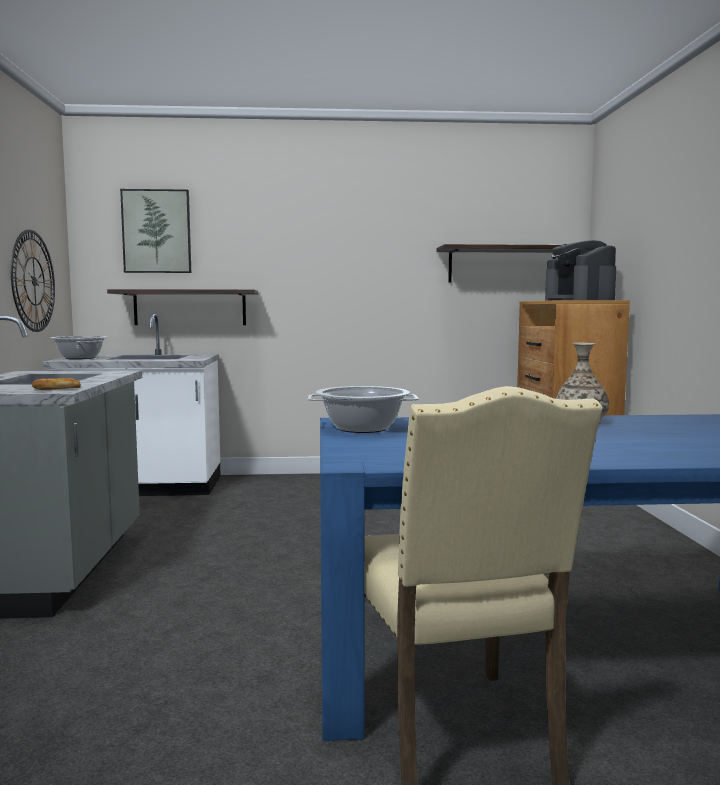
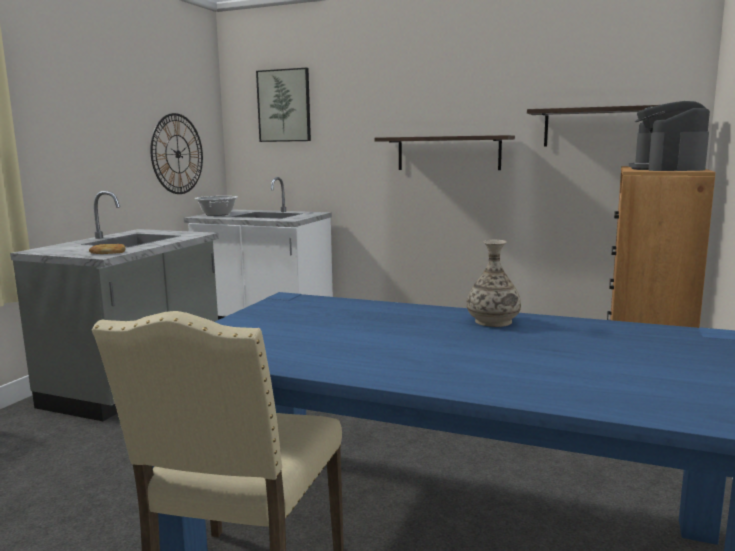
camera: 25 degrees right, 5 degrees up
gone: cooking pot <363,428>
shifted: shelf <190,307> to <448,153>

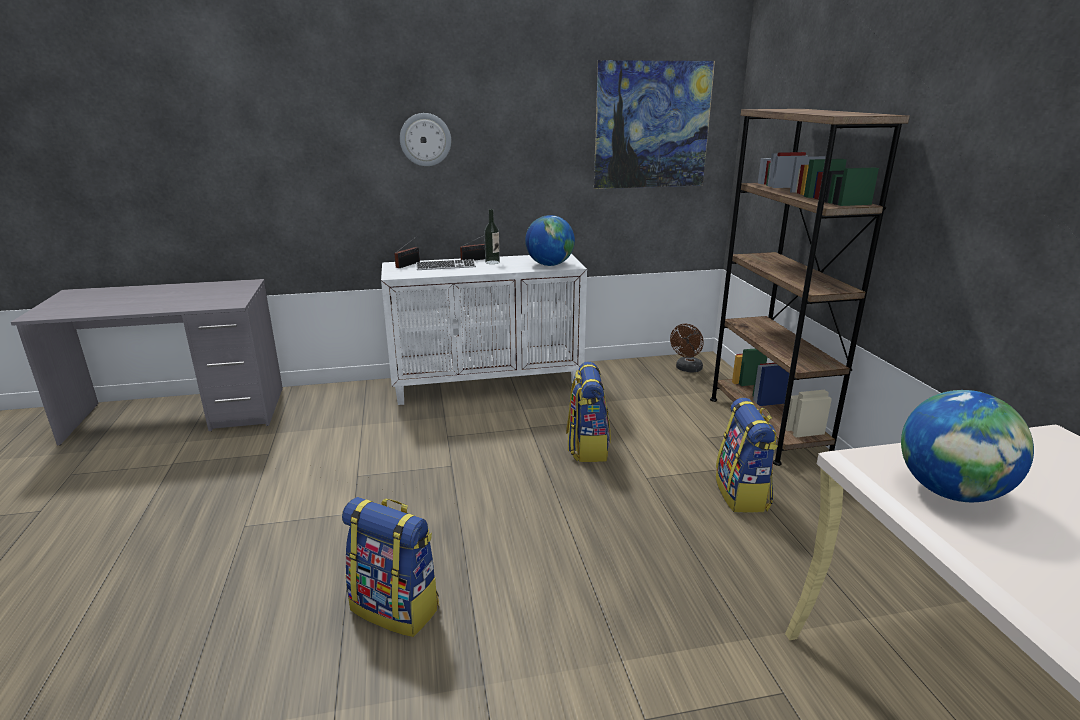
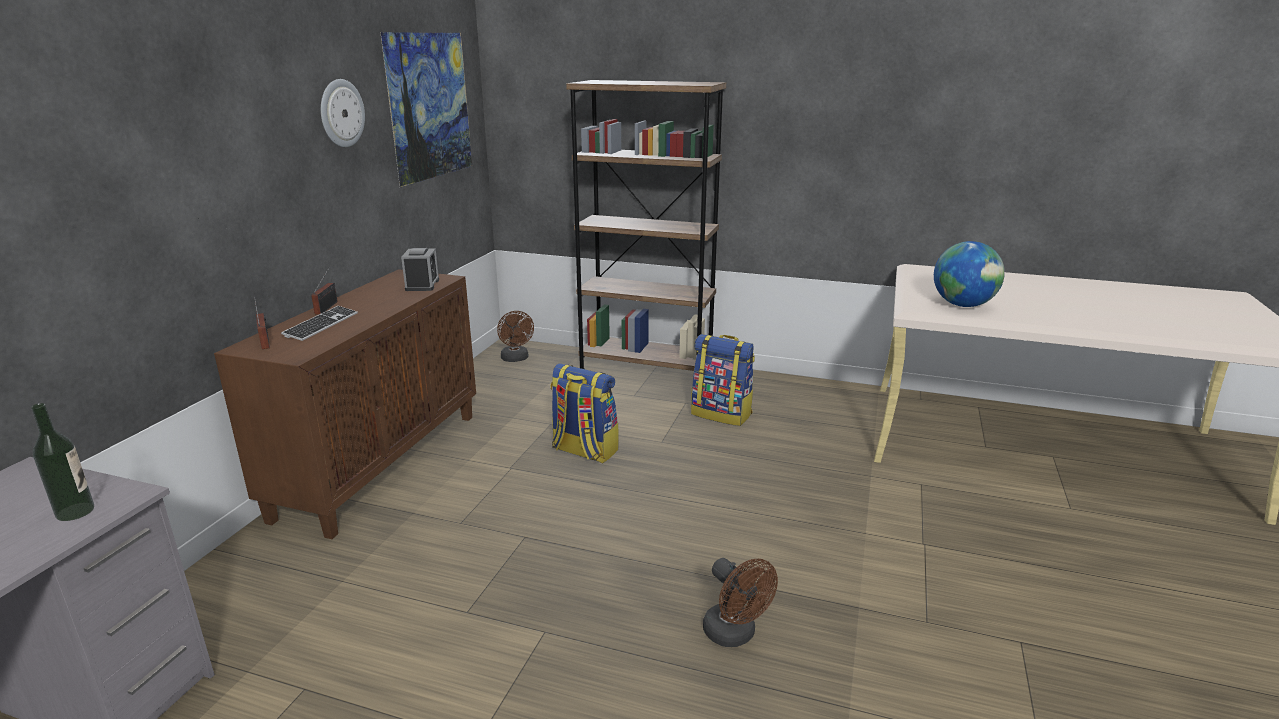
camera: 60 degrees left, 0 degrees up
shifted: wall clock <425,139> to <341,113>; bottle <492,262> to <75,511>
swapped: backpack <397,608> to brown fan <735,635>; globe <549,265> to alarm clock <422,285>
repainted: white cabinet <488,384> to brown cabinet <380,463>

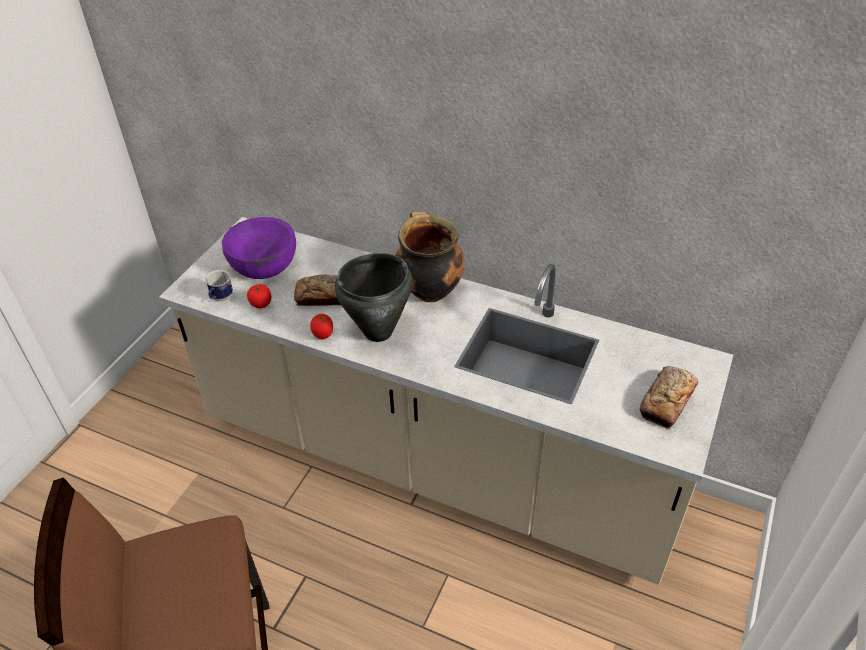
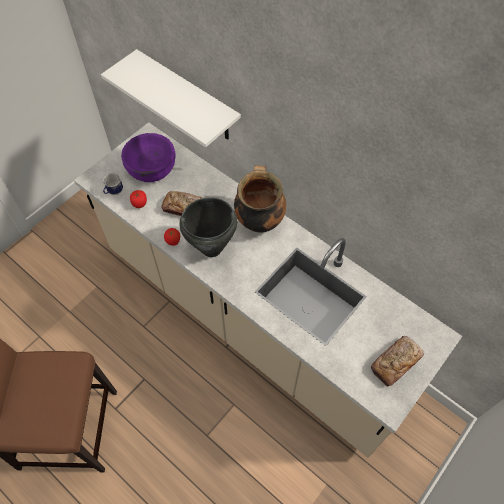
camera: 15 degrees right, 15 degrees up
new: white shelf <188,97>

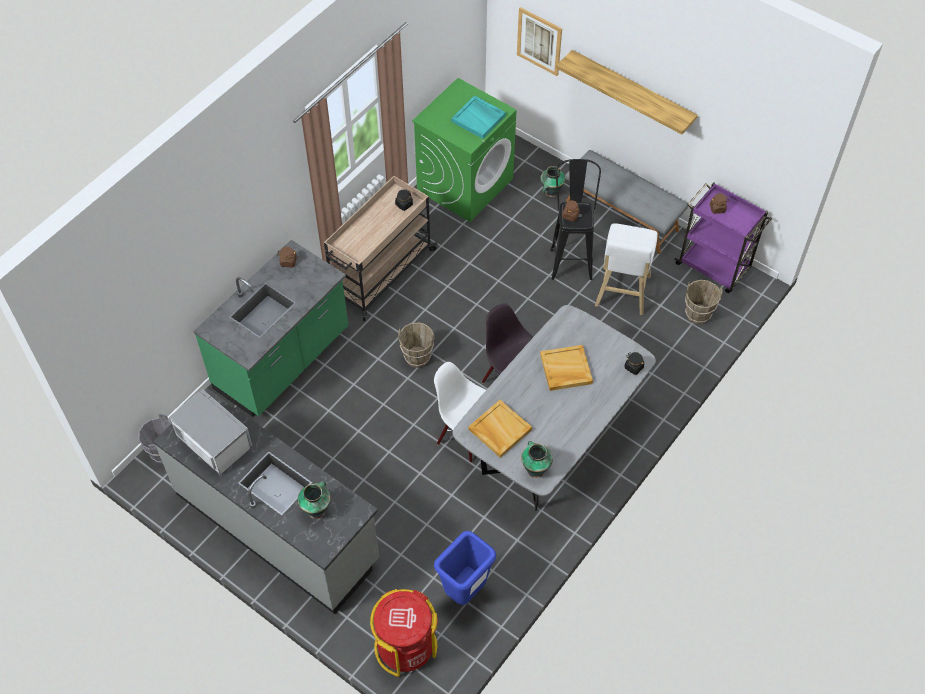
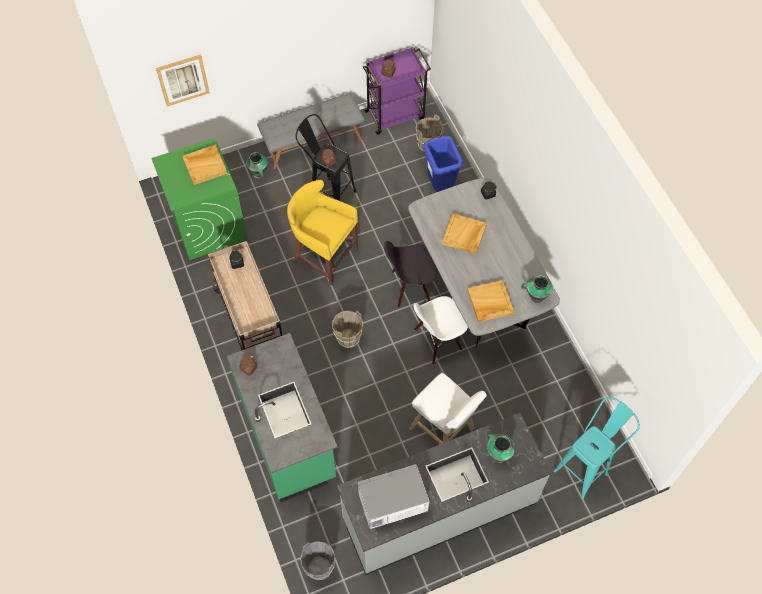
camera: 60 degrees left, 5 degrees up
gone: shelf <632,91>
new: yellow stool <323,255>
shifted: blue trash can <464,591> to <440,186>; white stool <622,293> to <444,430>
swapped: red trash can <405,646> to turquoise stool <585,467>
repainted: turquoise tray <479,118> to beige tray <205,165>

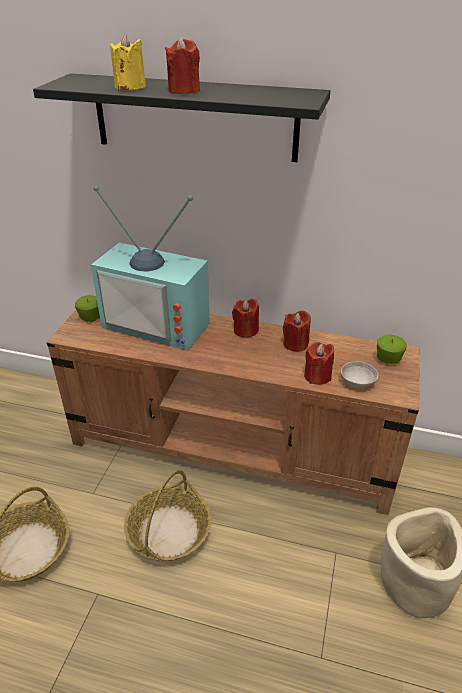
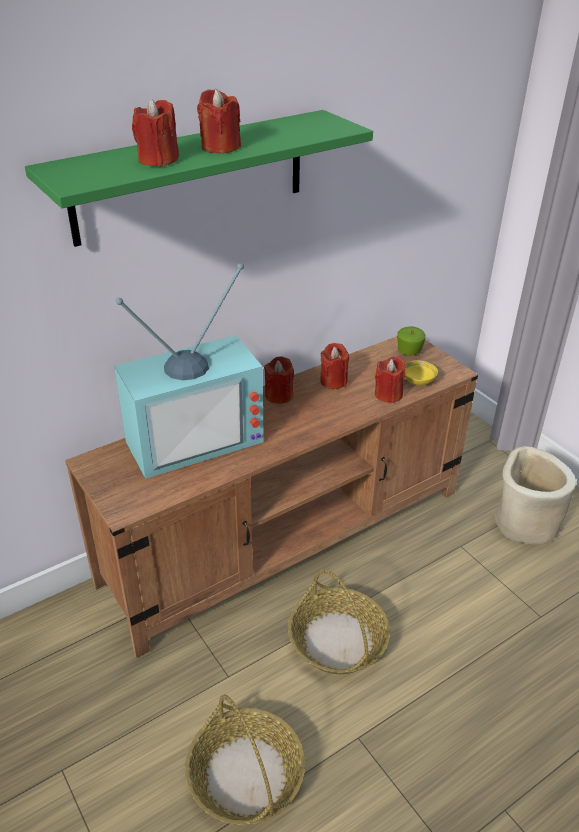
camera: 50 degrees left, 0 degrees up
gone: apple <91,317>
repainted: black shelf <194,118> to green shelf <191,177>; yellow candle <130,87> to red candle <158,160>; grey bowl <357,382> to yellow bowl <418,381>

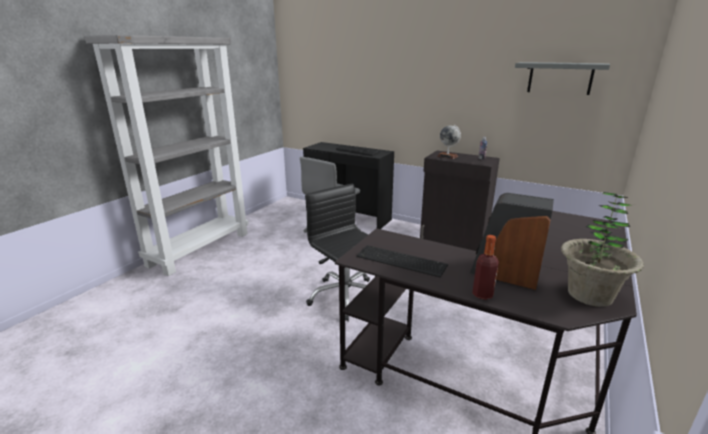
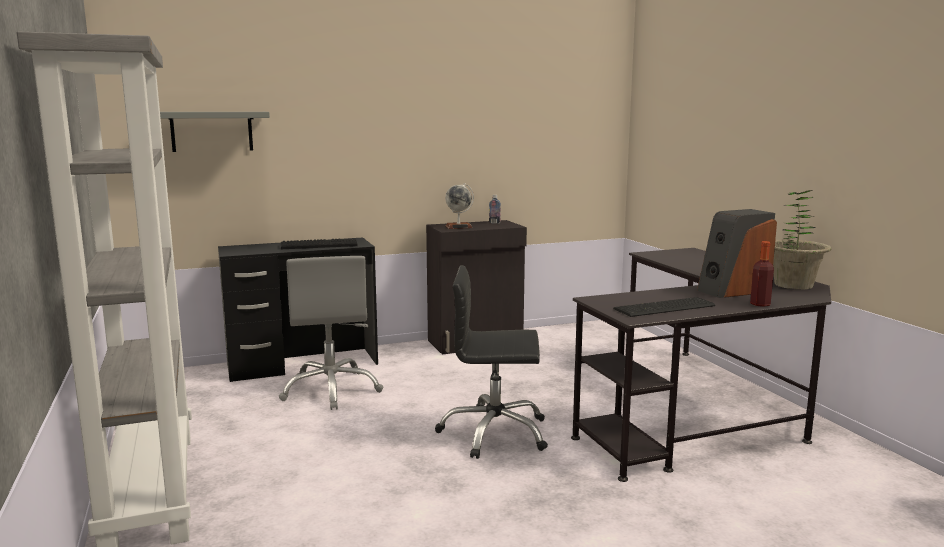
camera: 50 degrees left, 10 degrees down
shifted: grey shelf <560,78> to <212,131>

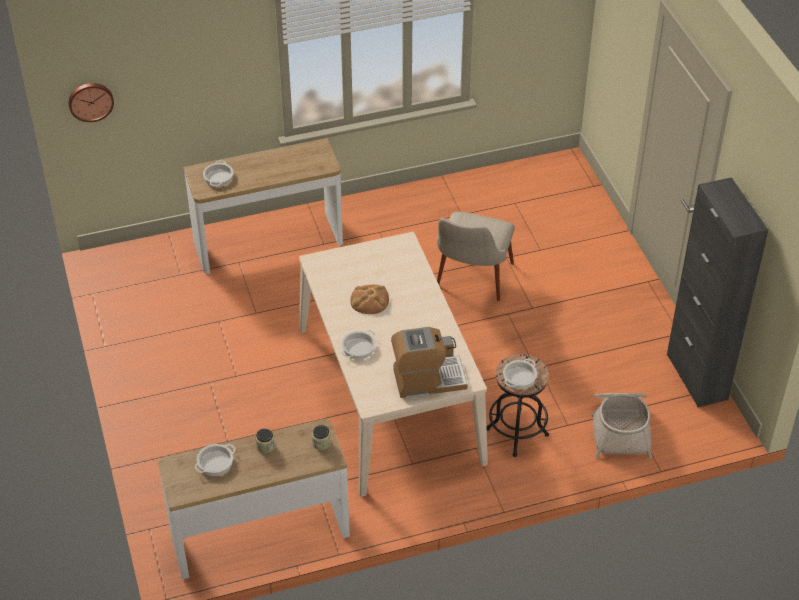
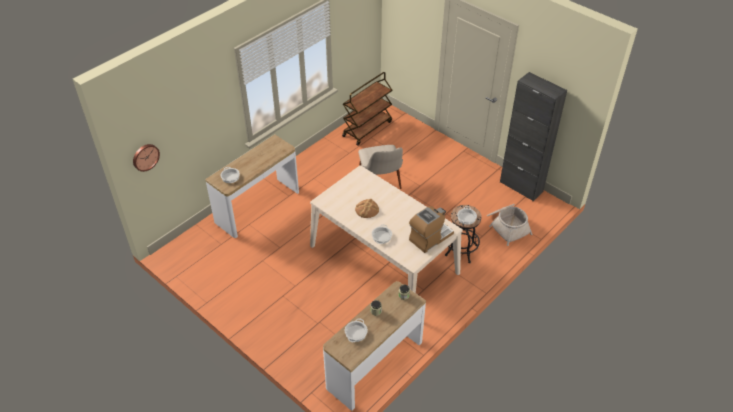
camera: 30 degrees left, 0 degrees up
new: brown cart <367,128>

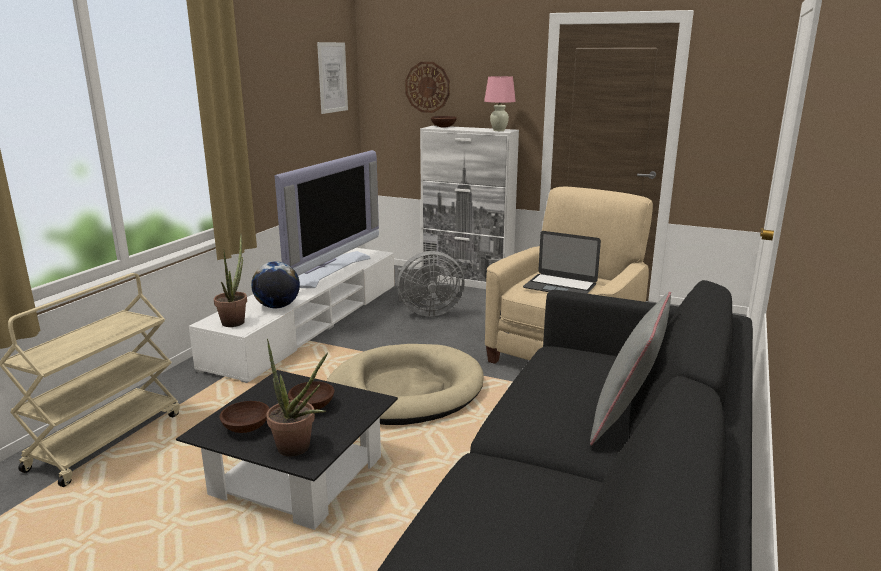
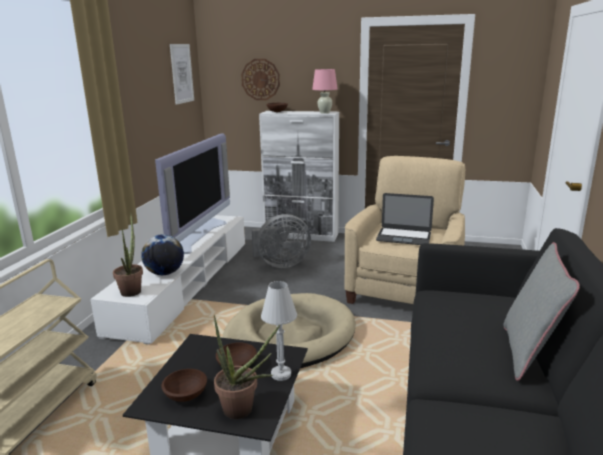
camera: 10 degrees left, 0 degrees up
new: white table lamp <281,374>

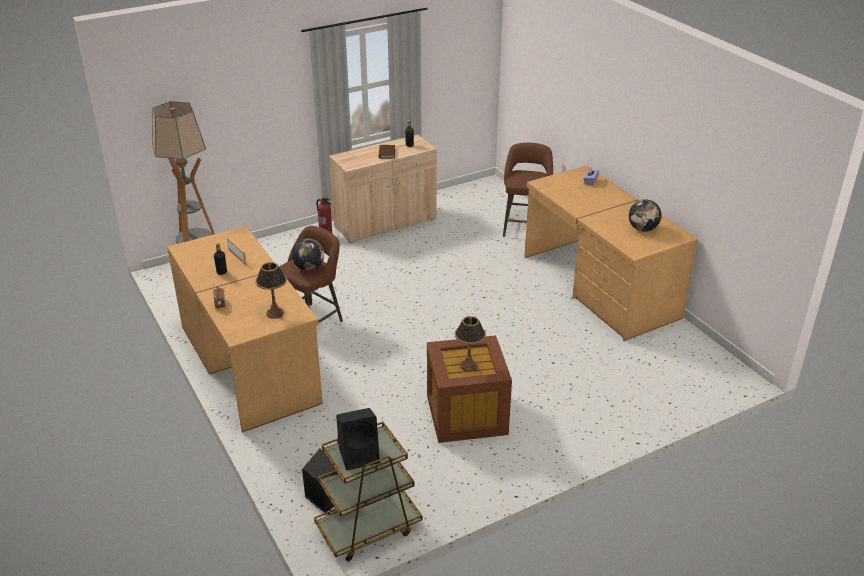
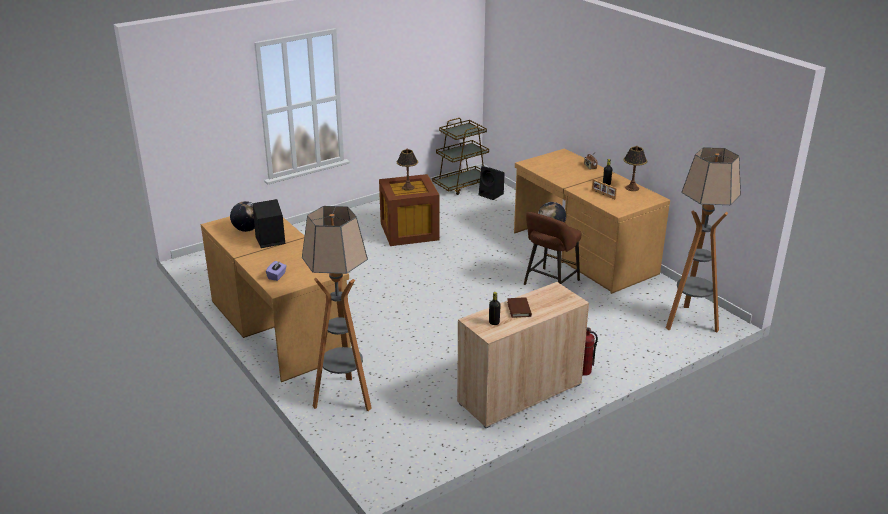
camera: 175 degrees right, 5 degrees down
shifted: table lamp <275,313> to <632,188>; black speaker <360,454> to <269,241>
swapped: brown stool <525,226> to floor lamp <344,398>

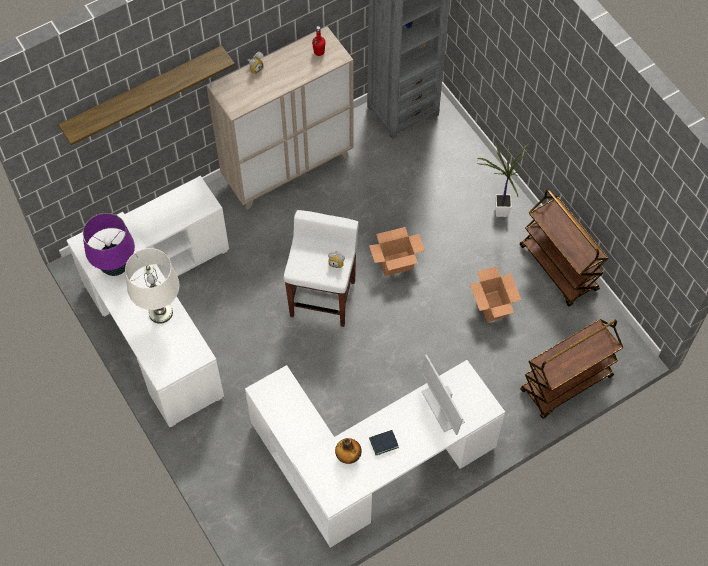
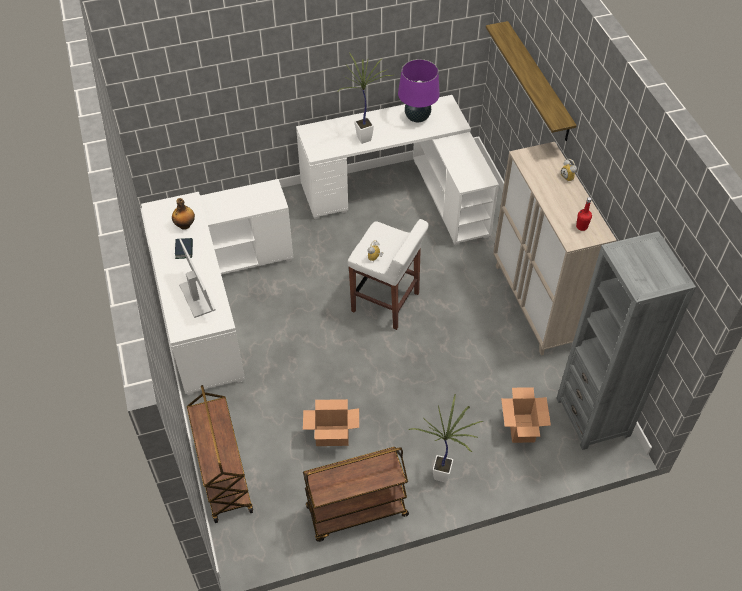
camera: 105 degrees right, 10 degrees down
shifted: cardboard box <396,263> to <521,429>
swapped: white table lamp <161,312> to potted plant <364,137>
rotated: monitor <442,406> = <197,298> 75 degrees clockwise

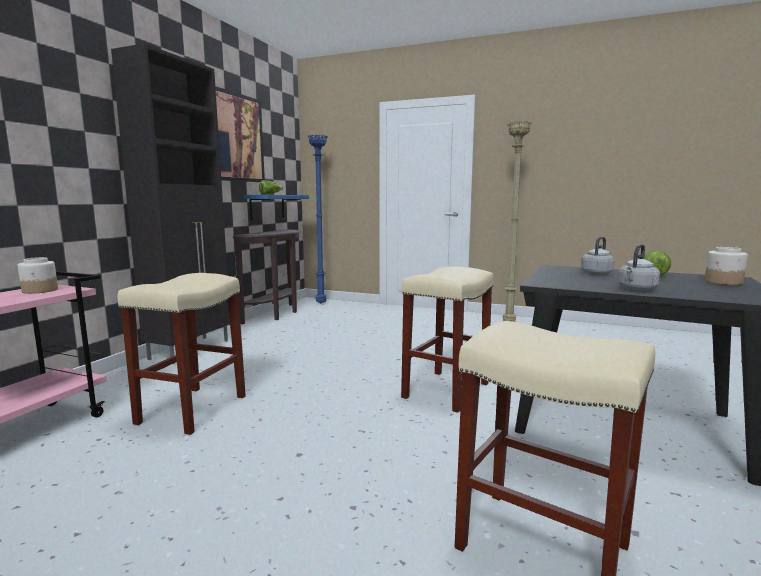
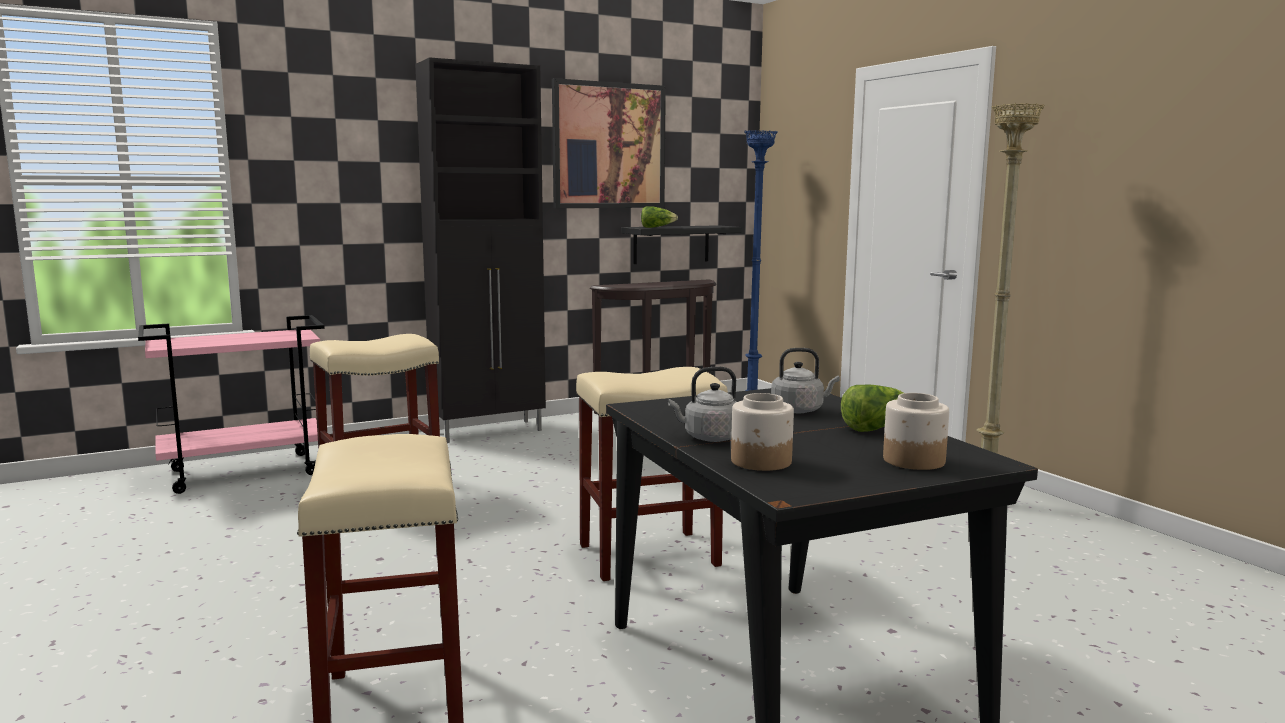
camera: 40 degrees right, 0 degrees up
shifted: jar <40,290> to <761,462>
repainted: blue shelf <267,207> to black shelf <671,244>

